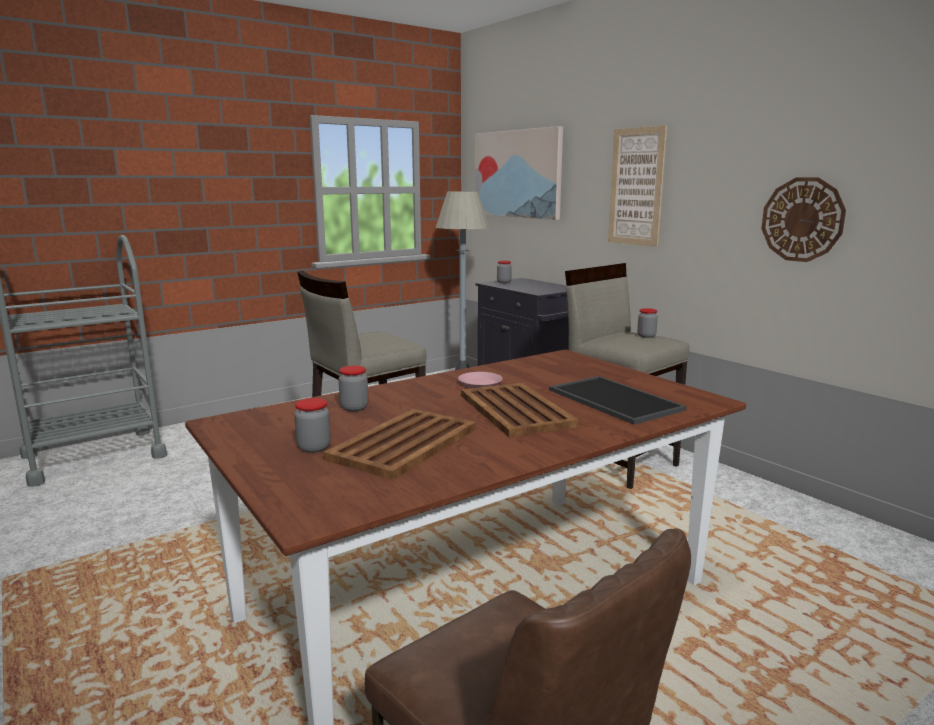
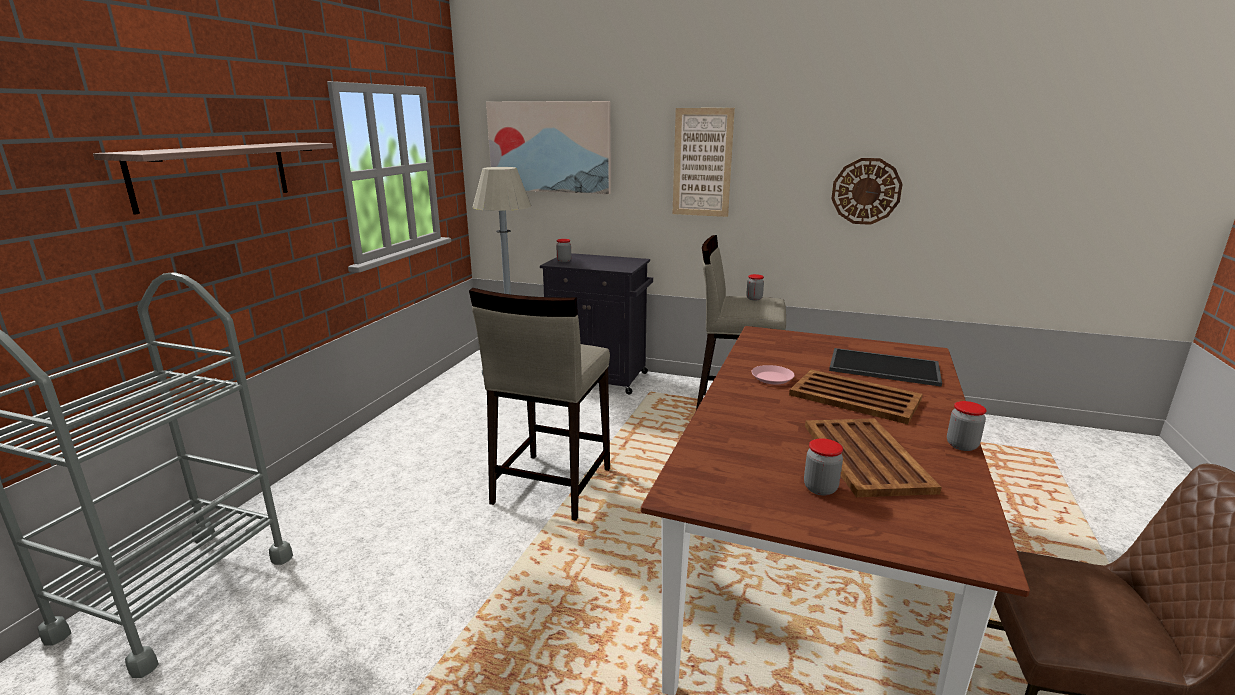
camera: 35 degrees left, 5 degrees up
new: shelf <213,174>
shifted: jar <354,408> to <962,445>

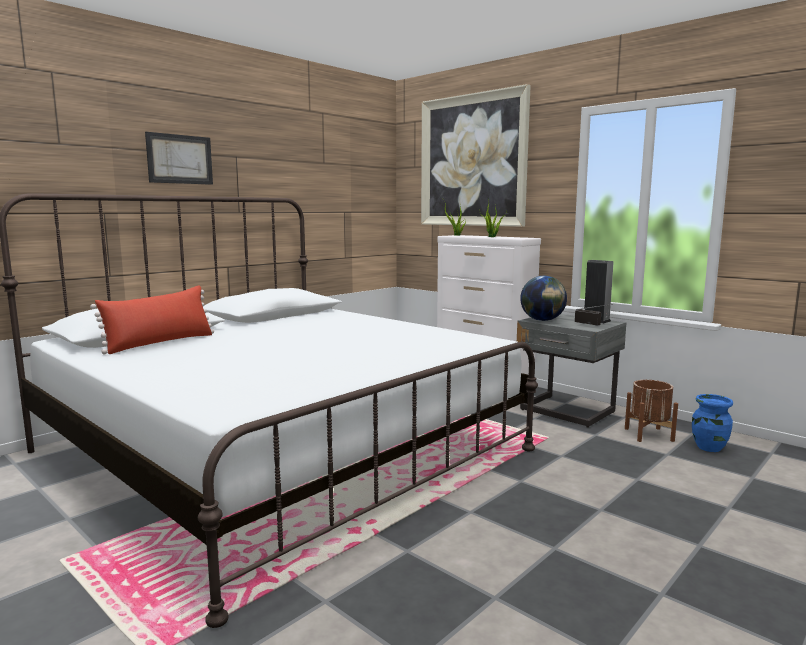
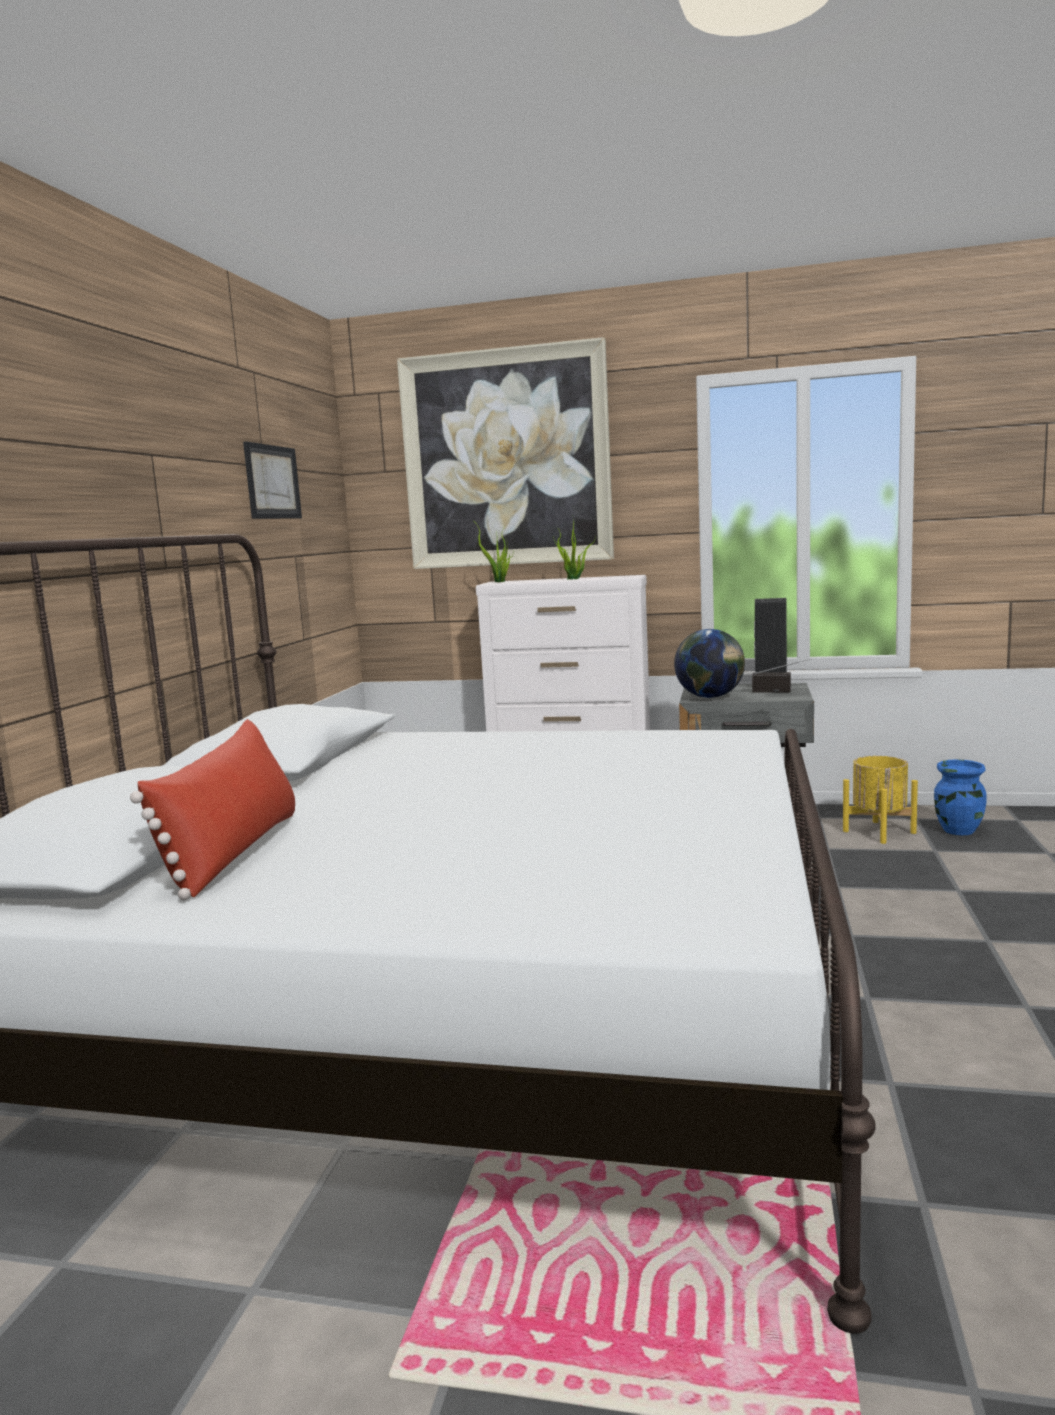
camera: 30 degrees left, 0 degrees up
shifted: picture <180,159> to <272,482>
repainted: brown planter <649,434> to yellow planter <879,832>

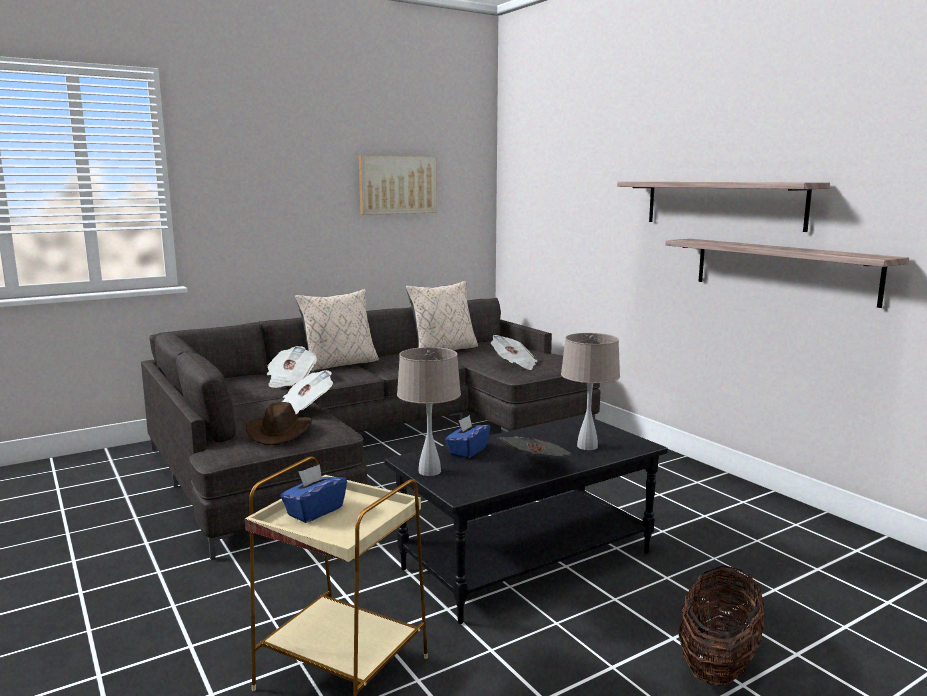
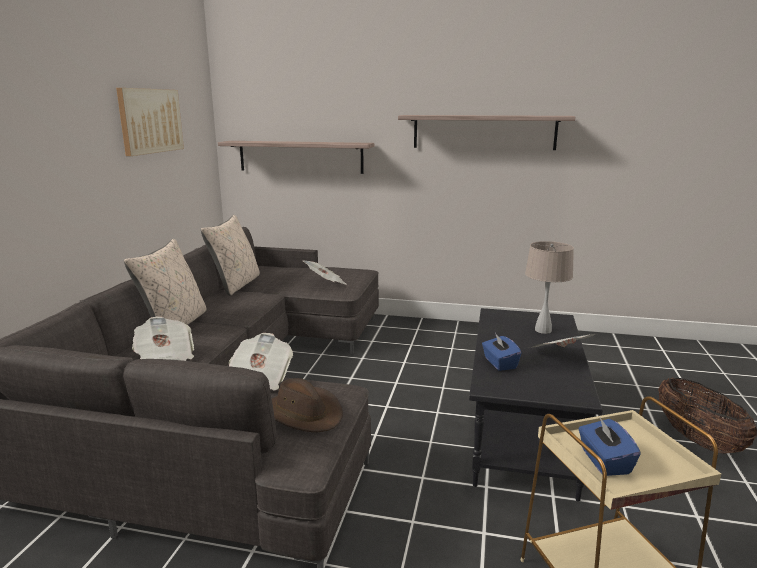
camera: 45 degrees left, 5 degrees up
gone: beige table lamp <429,471>
shifted: shelf <782,270> to <300,156>

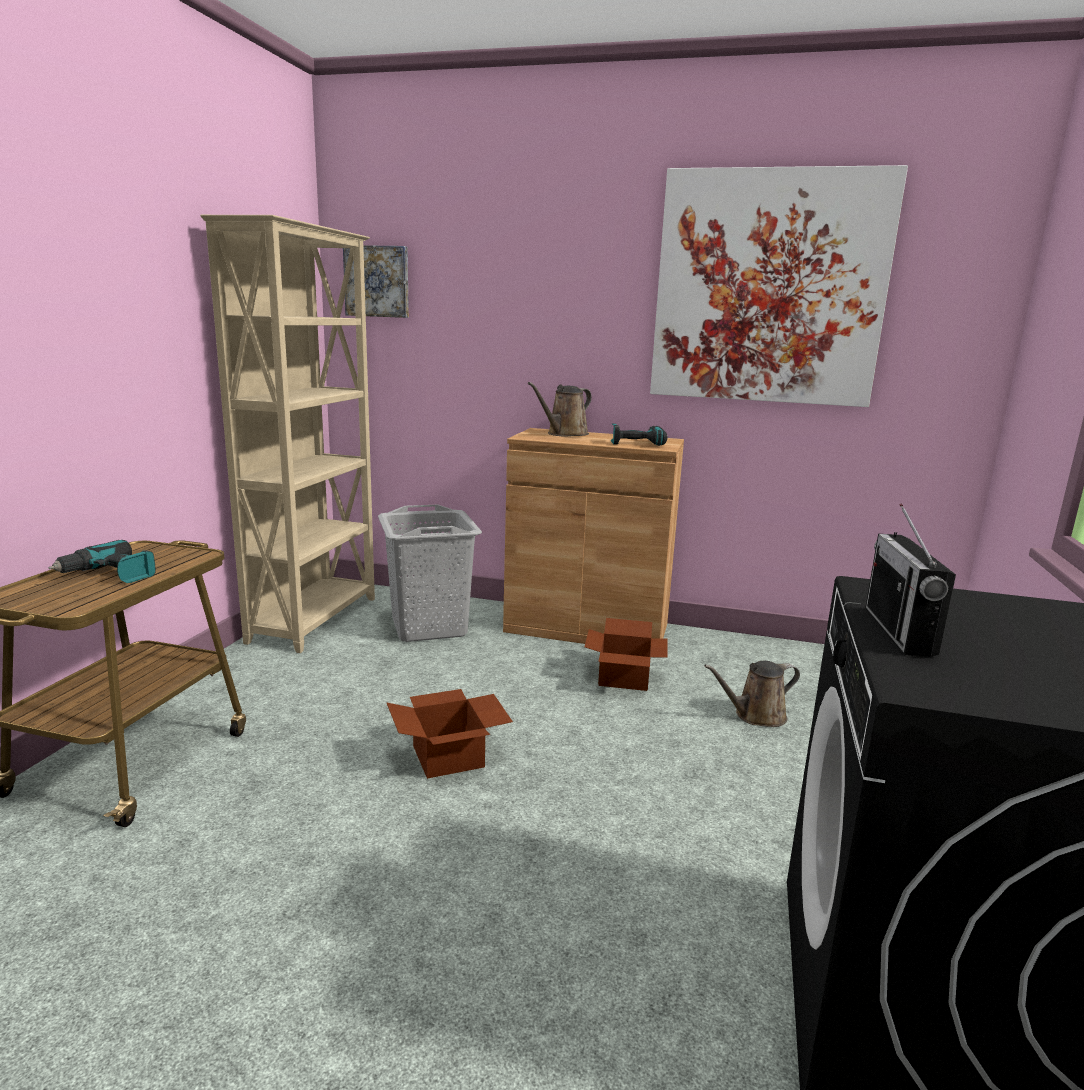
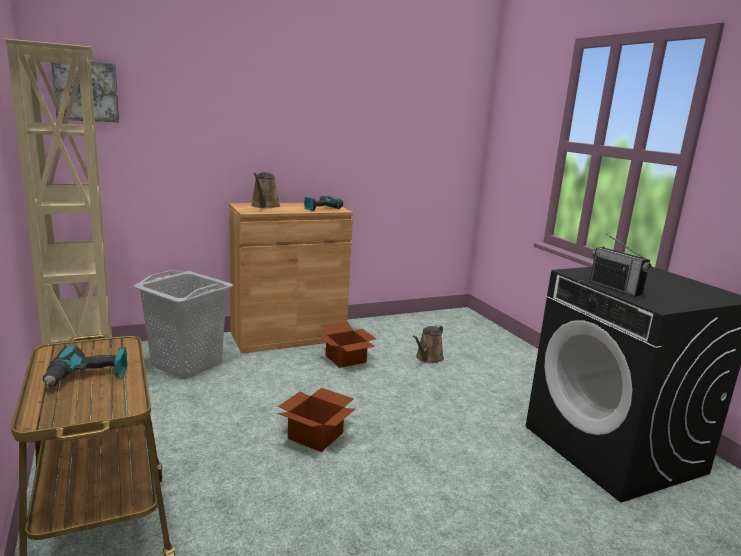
camera: 40 degrees left, 0 degrees up
gone: picture <768,289>

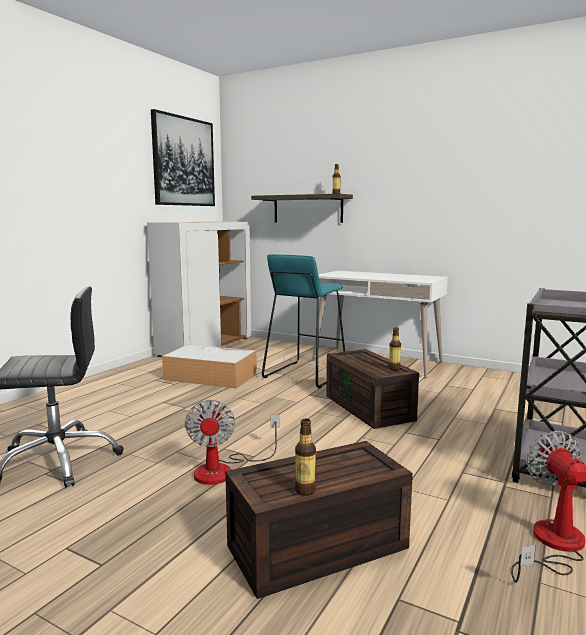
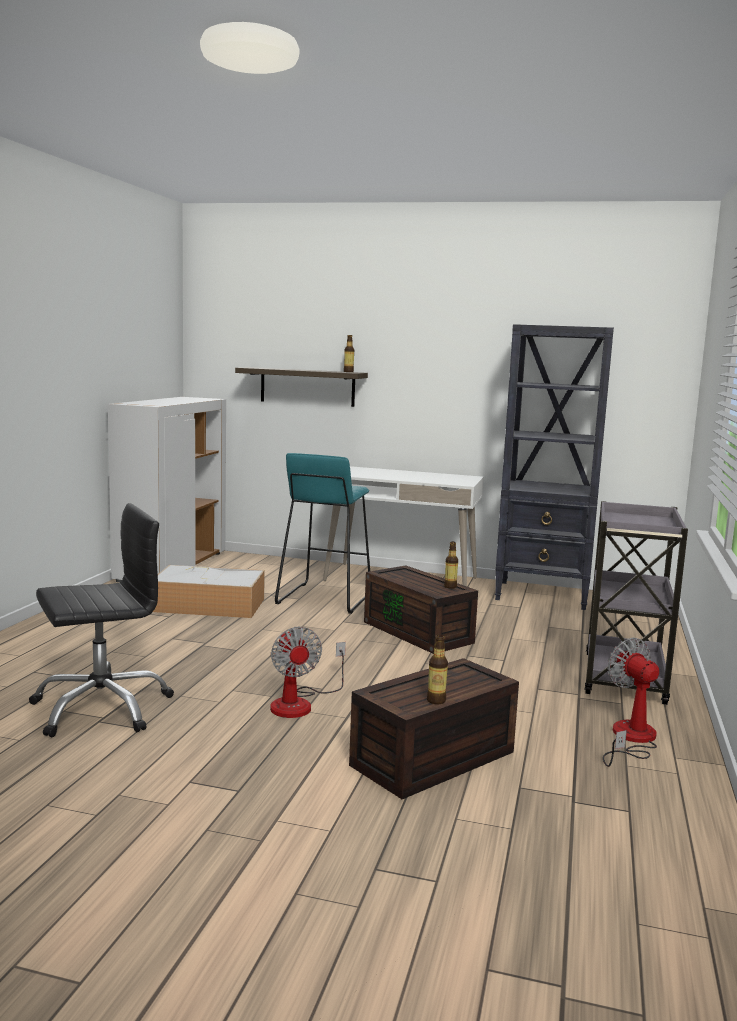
camera: 15 degrees left, 0 degrees up
gone: picture <183,161>
new: black bookcase <543,595>

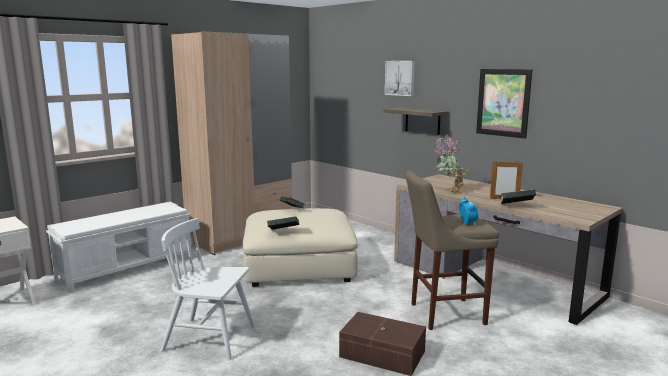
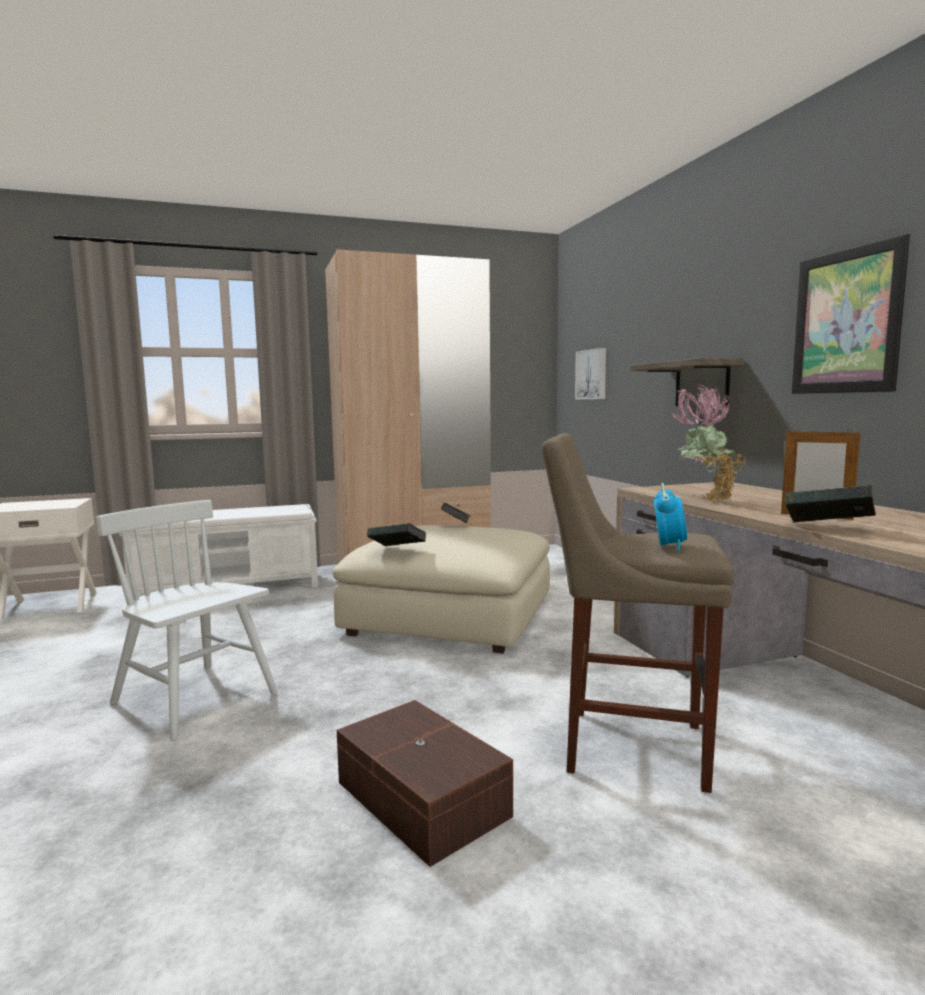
camera: 25 degrees right, 5 degrees down
shifted: picture <400,78> to <592,374>

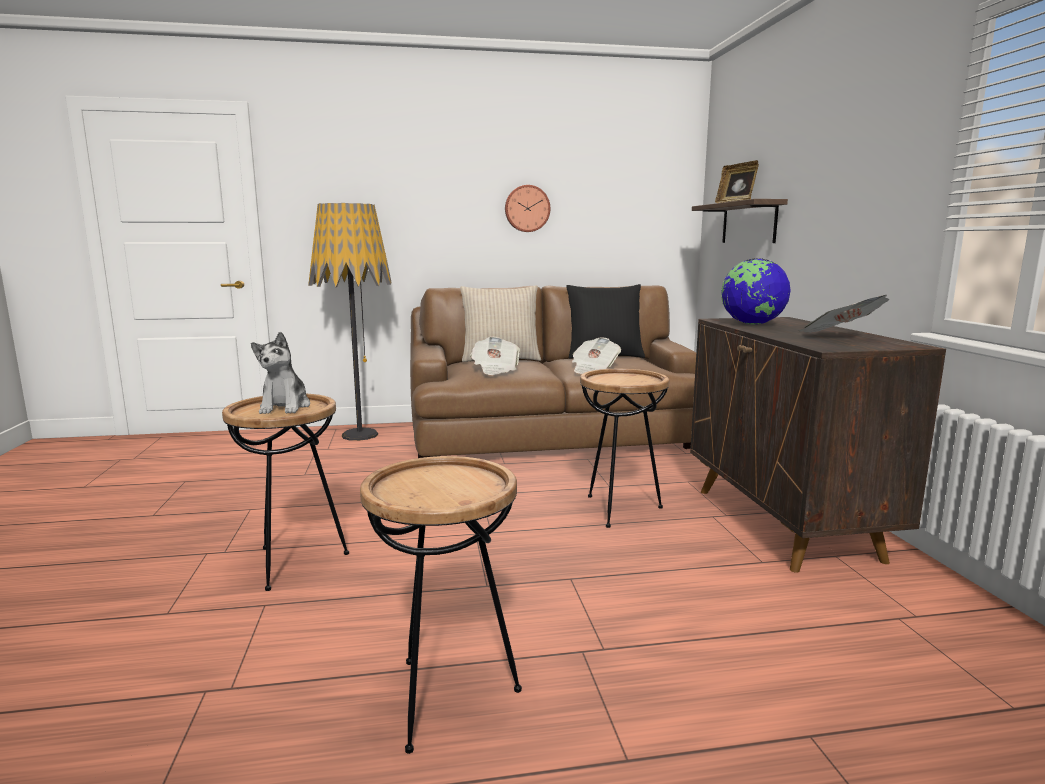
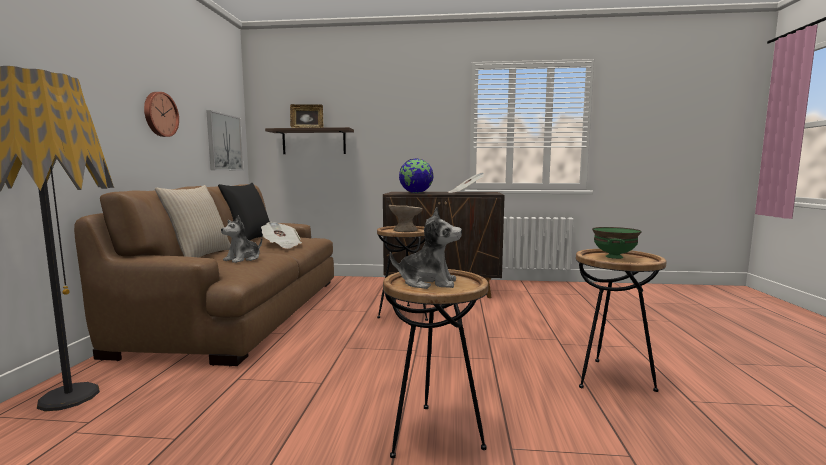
camera: 75 degrees left, 5 degrees down
new: picture <224,142>; beige bowl <405,230>; green bowl <614,257>
swapped: newspaper <495,370> to plush toy <243,259>

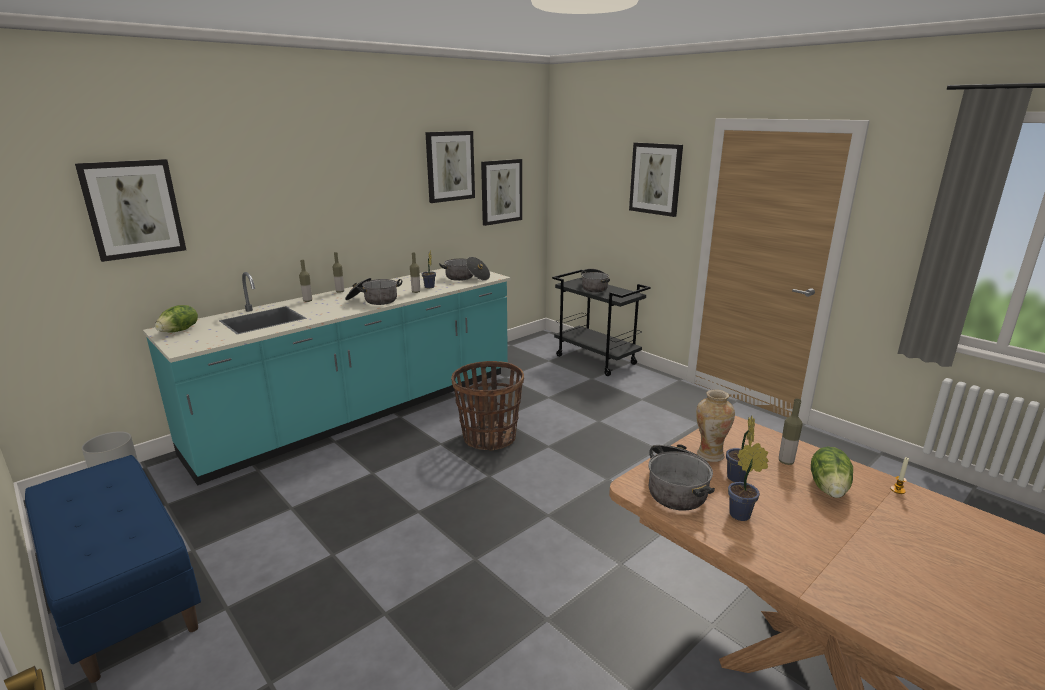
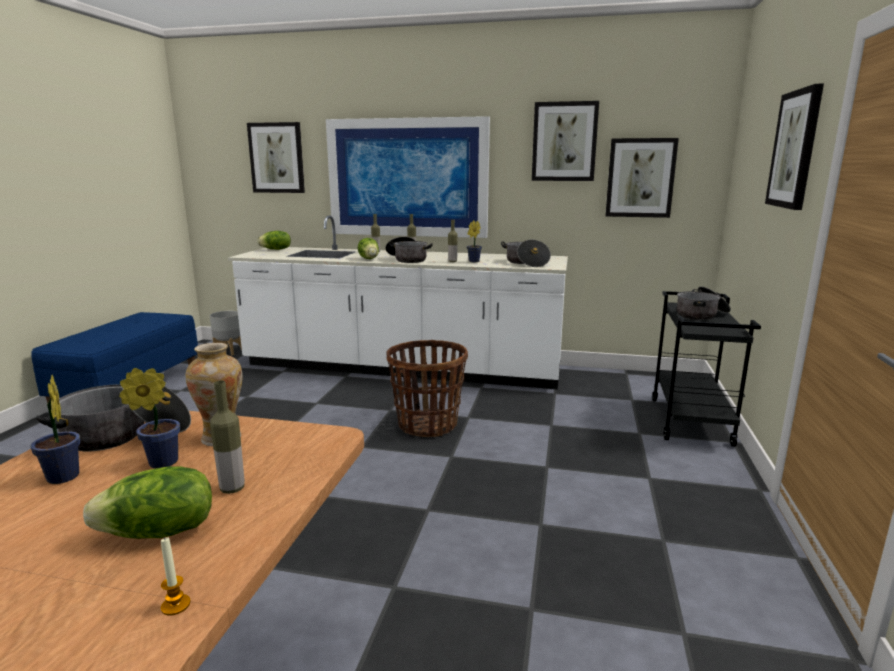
camera: 55 degrees right, 5 degrees down
new: picture <407,178>; lettuce <369,259>
repainted: turquoise counter <363,411> to white counter <401,368>

